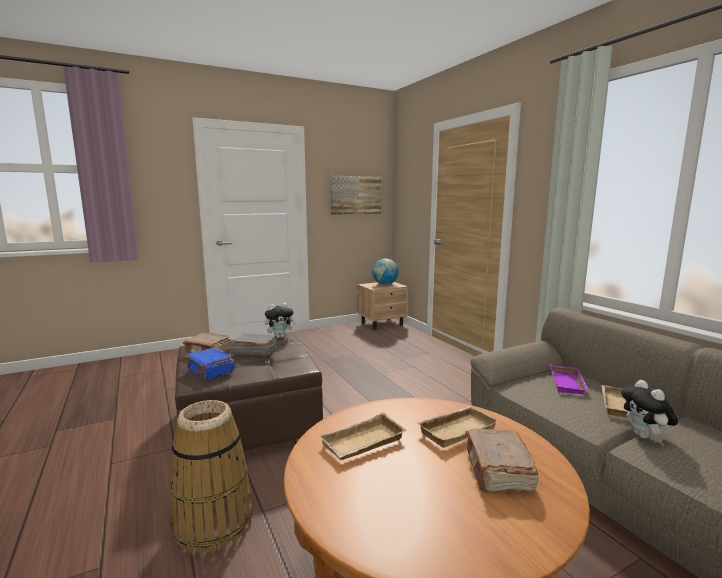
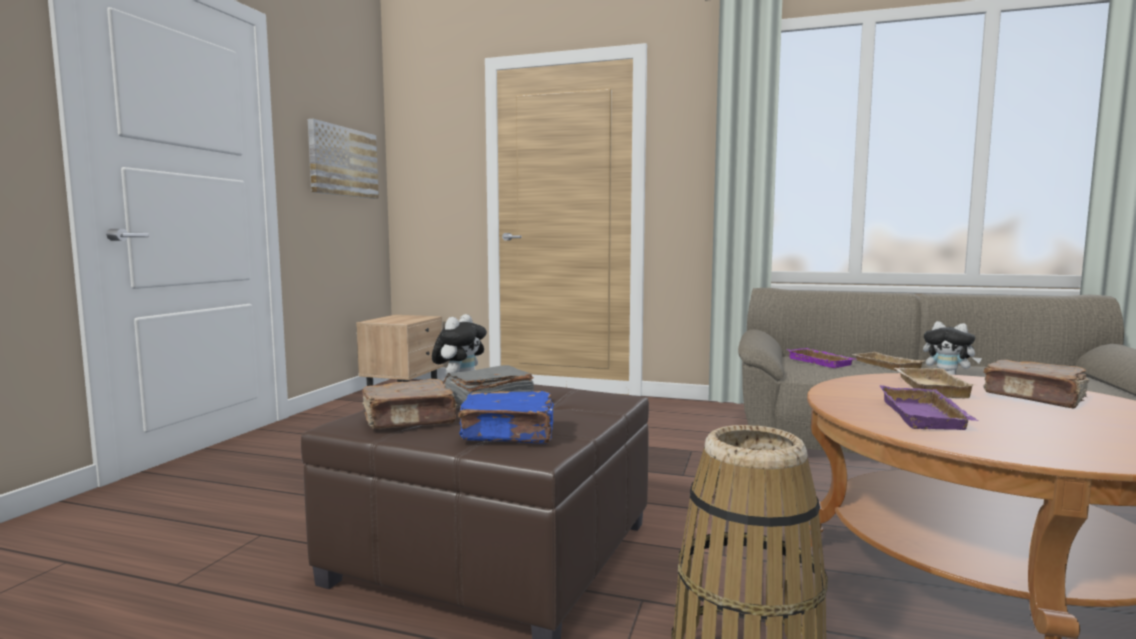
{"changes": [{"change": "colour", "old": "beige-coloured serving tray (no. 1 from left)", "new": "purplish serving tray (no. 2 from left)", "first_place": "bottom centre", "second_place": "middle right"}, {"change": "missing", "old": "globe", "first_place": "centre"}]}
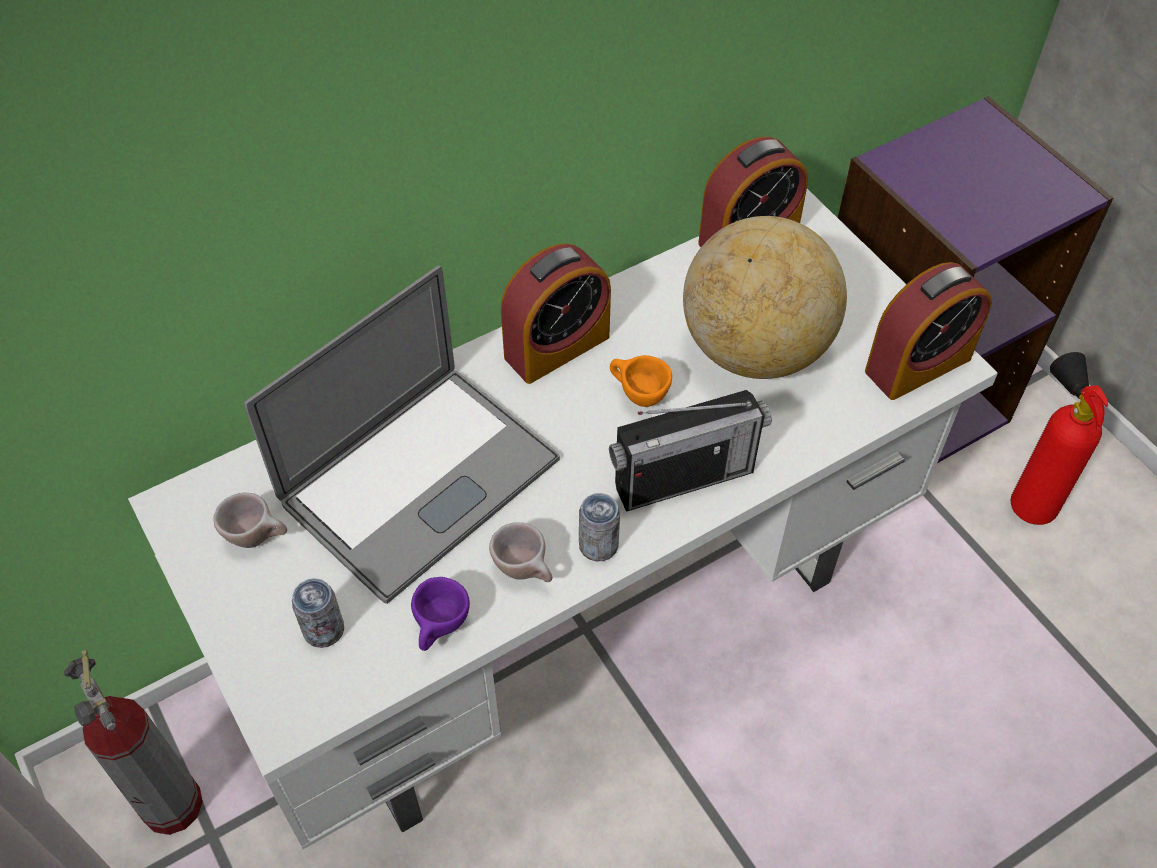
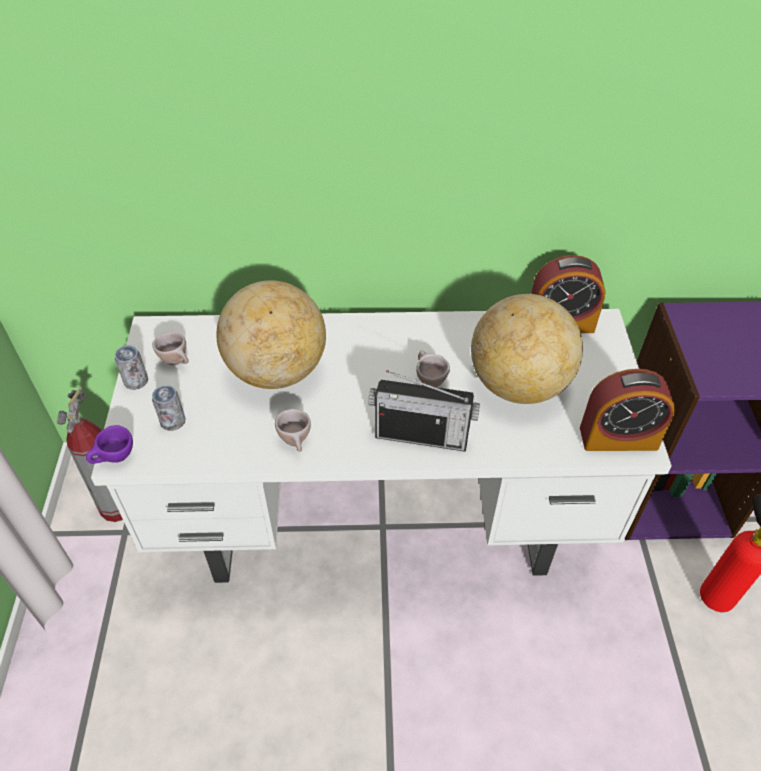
{"changes": [{"change": "relocated", "old": "purplish drinking cup", "first_place": "bottom centre", "second_place": "middle left"}, {"change": "relocated", "old": "can (no. 2 from left in the first image)", "new": "can (no. 1 from left)", "first_place": "centre", "second_place": "middle left"}, {"change": "exchanged", "old": "portable computer", "new": "globe (no. 1 from left)", "first_place": "centre", "second_place": "centre"}, {"change": "colour", "old": "orangey drinking cup", "new": "beige-coloured drinking cup (no. 3 from left)", "first_place": "centre", "second_place": "centre"}, {"change": "missing", "old": "table clock (no. 1 from left)", "first_place": "centre"}]}
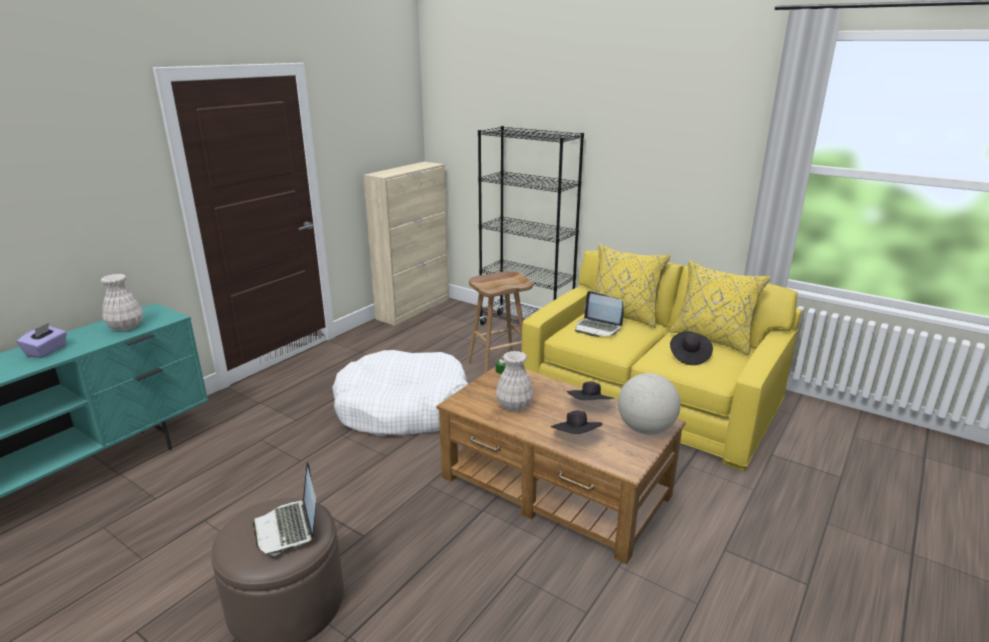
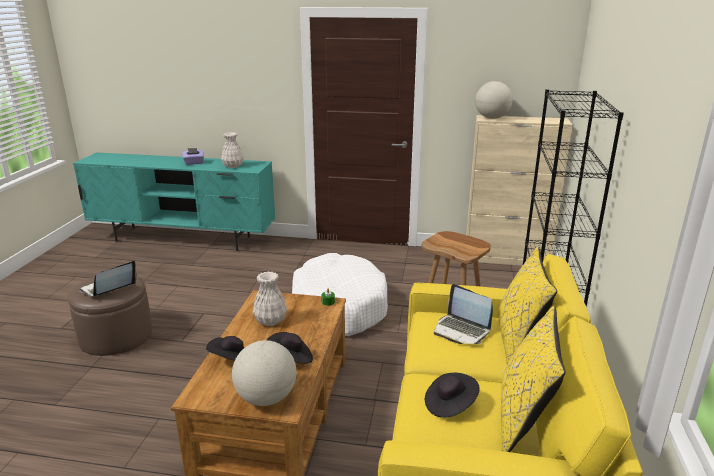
{"changes": [{"change": "spun", "old": "portable computer (no. 2 from left)", "first_place": "centre", "second_place": "centre", "degrees": -60}, {"change": "appeared", "new": "globe (no. 2 from left)", "second_place": "top right"}]}
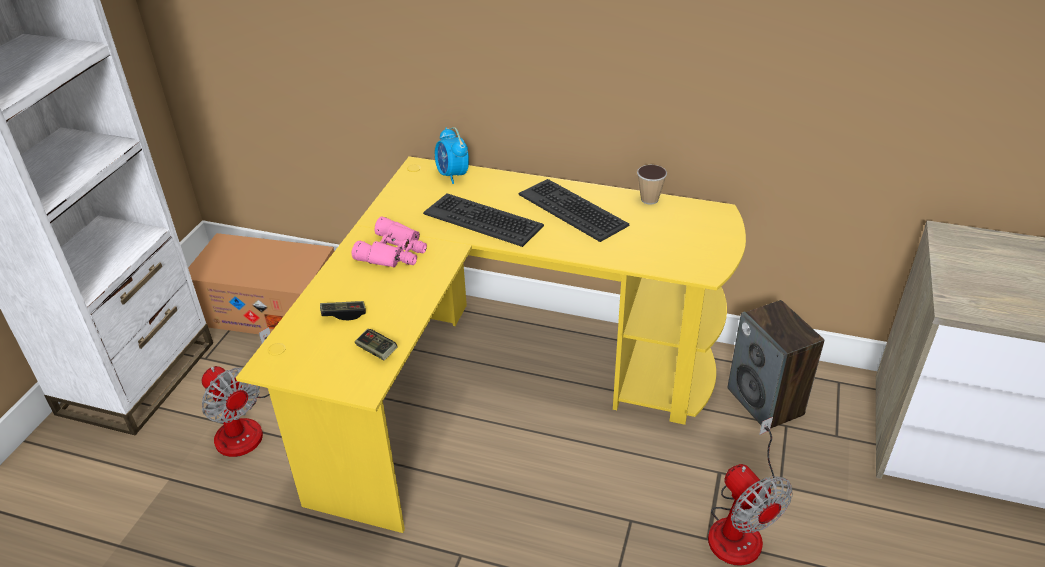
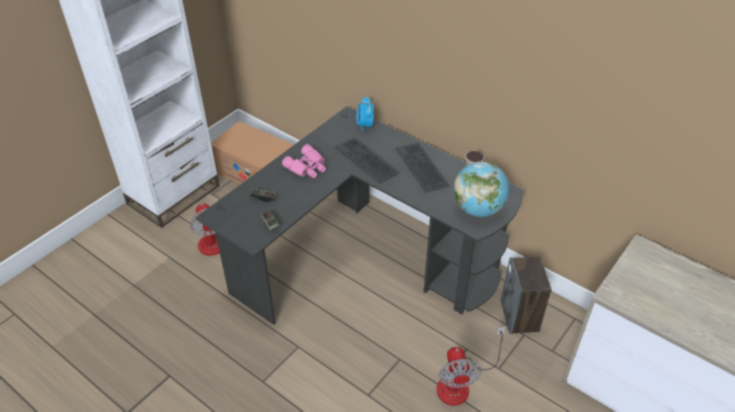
{"changes": [{"change": "colour", "old": "yellowish desk unit", "new": "black-coloured desk unit", "first_place": "centre", "second_place": "centre"}, {"change": "appeared", "new": "globe", "second_place": "centre"}]}
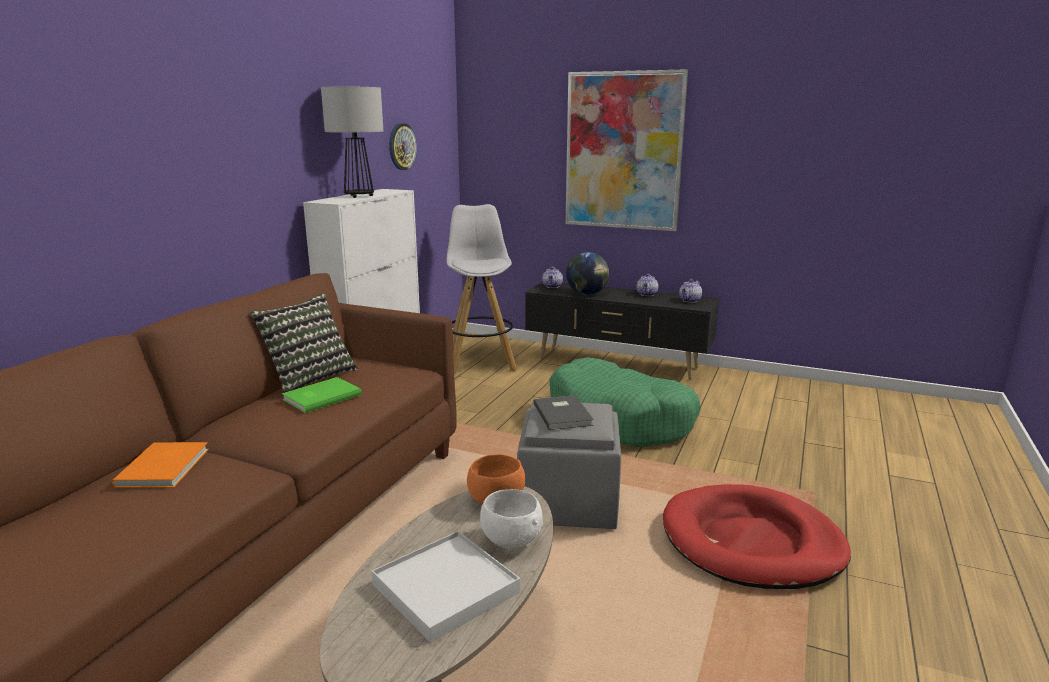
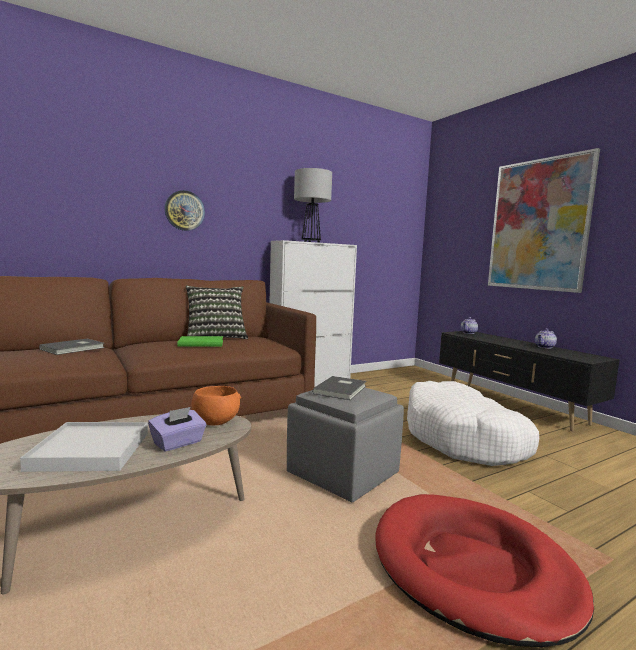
{"changes": [{"change": "colour", "old": "orangey book", "new": "greyish book (no. 1 from left)", "first_place": "bottom left", "second_place": "middle left"}, {"change": "exchanged", "old": "whitish serving bowl", "new": "purplish tissue box", "first_place": "bottom centre", "second_place": "middle left"}, {"change": "relocated", "old": "hanging clock", "first_place": "top centre", "second_place": "top left"}, {"change": "colour", "old": "green-coloured pet bed", "new": "whitish pet bed", "first_place": "centre", "second_place": "middle right"}, {"change": "missing", "old": "whitish stool seat", "first_place": "centre"}, {"change": "missing", "old": "globe", "first_place": "centre"}, {"change": "missing", "old": "teapot (no. 3 from left)", "first_place": "centre"}]}
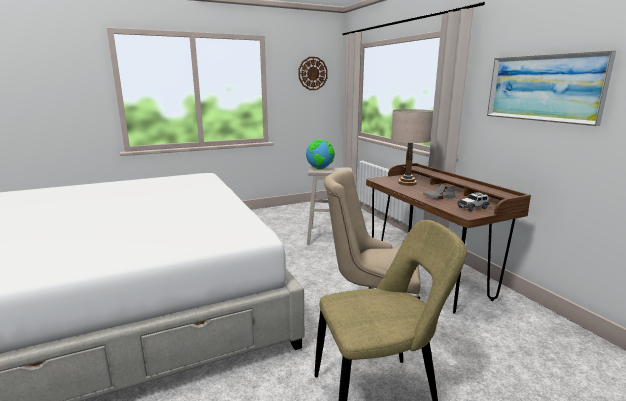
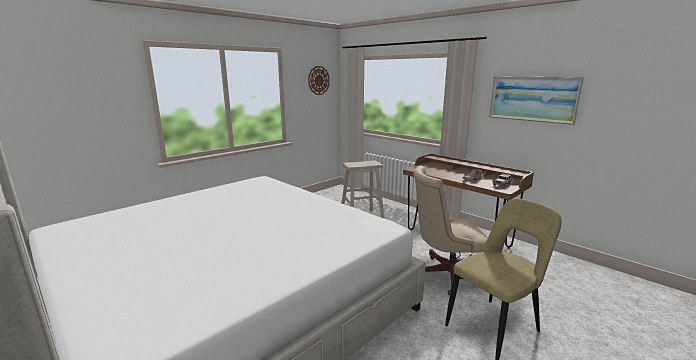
{"changes": [{"change": "missing", "old": "globe", "first_place": "centre"}, {"change": "missing", "old": "beige-coloured tabletop lamp", "first_place": "centre"}]}
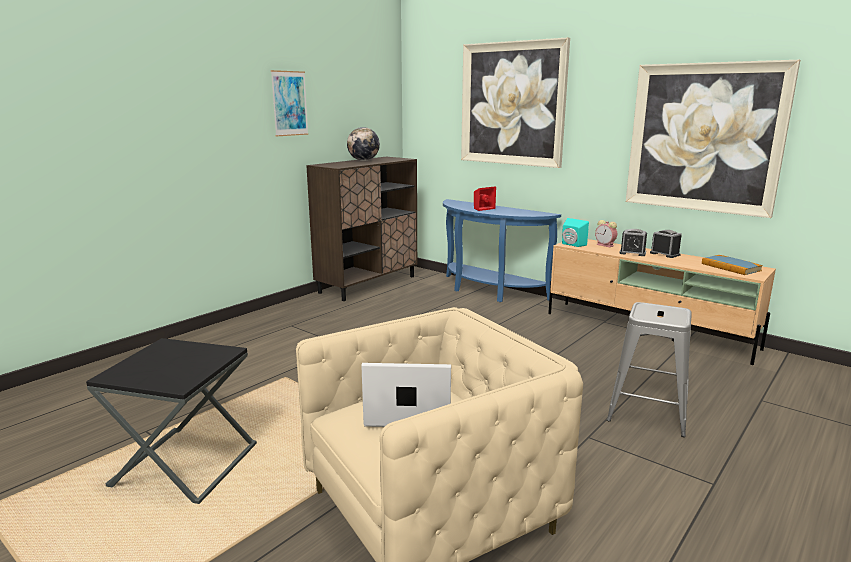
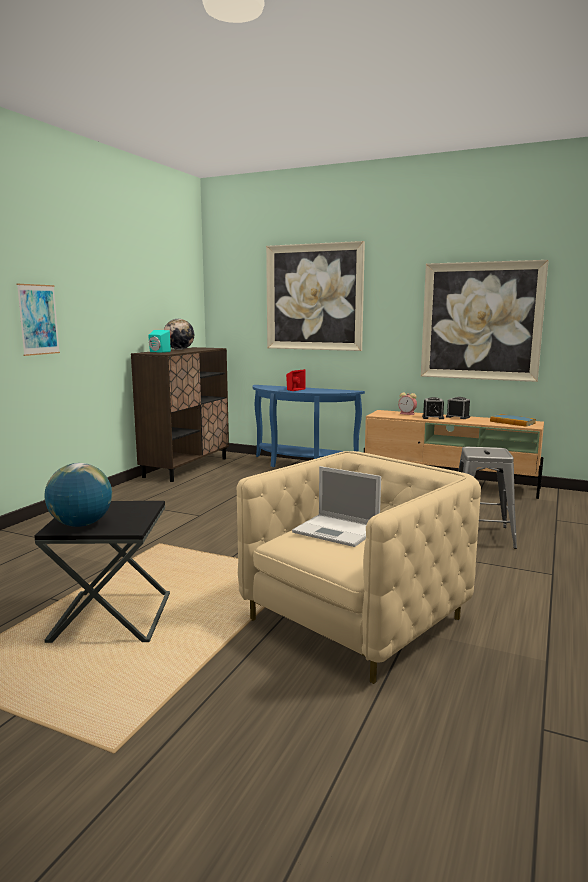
{"changes": [{"change": "relocated", "old": "picture (no. 1 from left)", "first_place": "top centre", "second_place": "middle left"}, {"change": "appeared", "new": "globe (no. 1 from left)", "second_place": "middle left"}, {"change": "relocated", "old": "turquoise-coloured speaker", "first_place": "middle right", "second_place": "middle left"}, {"change": "spun", "old": "portable computer", "first_place": "bottom centre", "second_place": "centre", "degrees": -135}]}
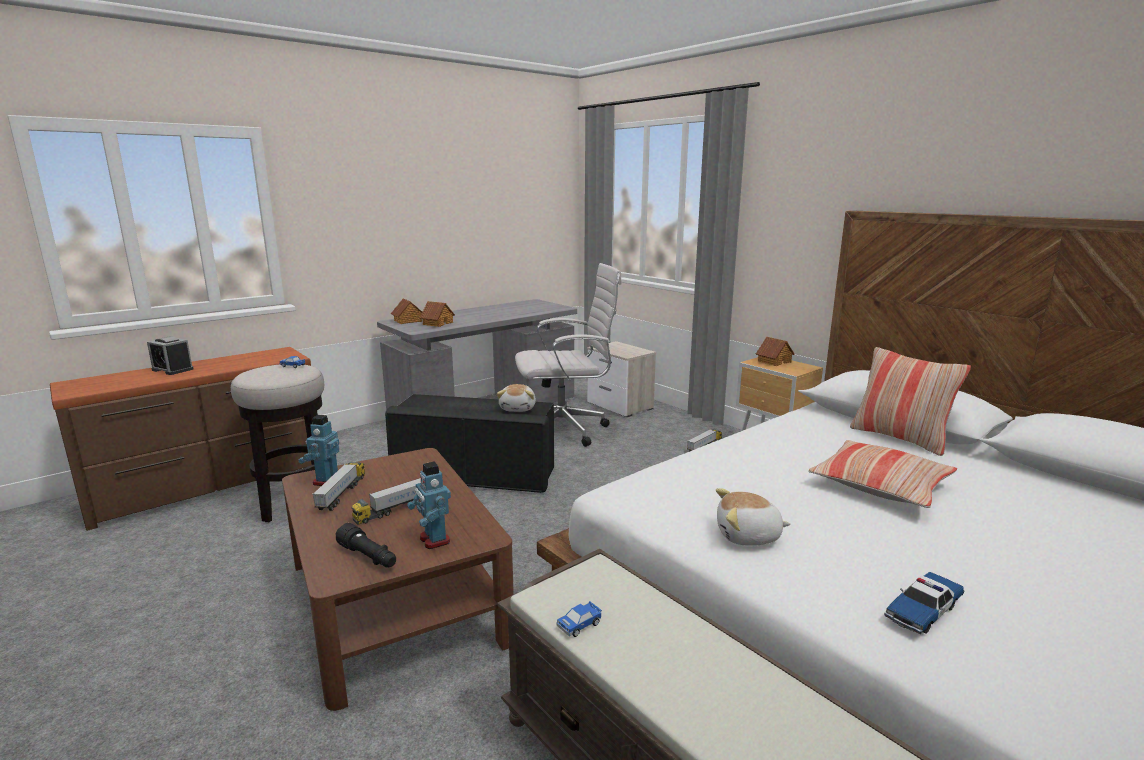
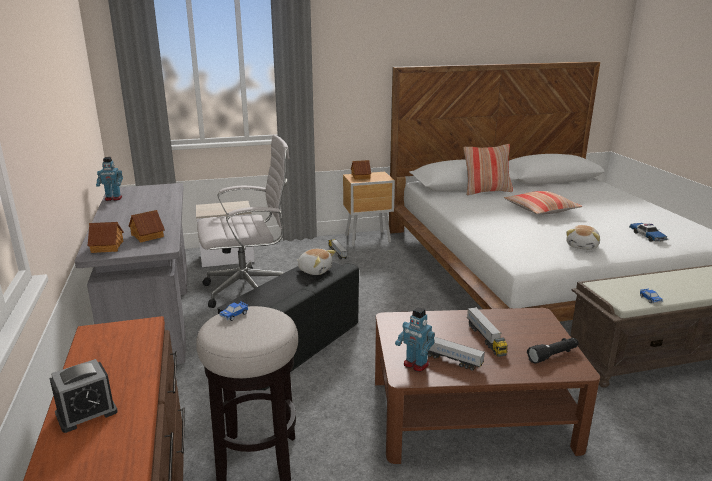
{"changes": [{"change": "relocated", "old": "robot figure (no. 2 from left in the first image)", "new": "robot figure (no. 1 from left)", "first_place": "centre", "second_place": "middle left"}, {"change": "spun", "old": "whitish office chair", "first_place": "centre", "second_place": "centre", "degrees": 60}]}
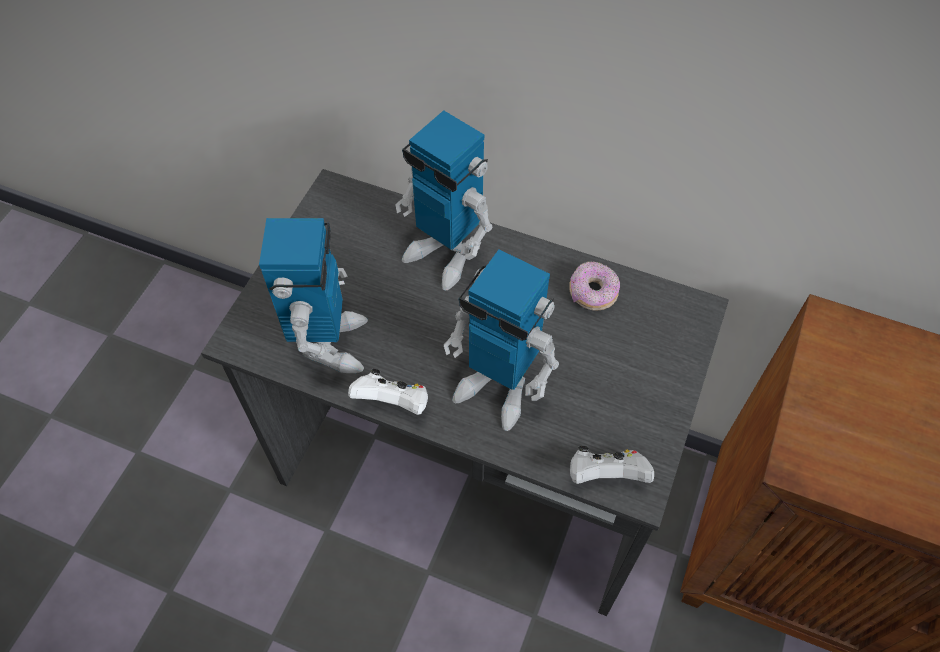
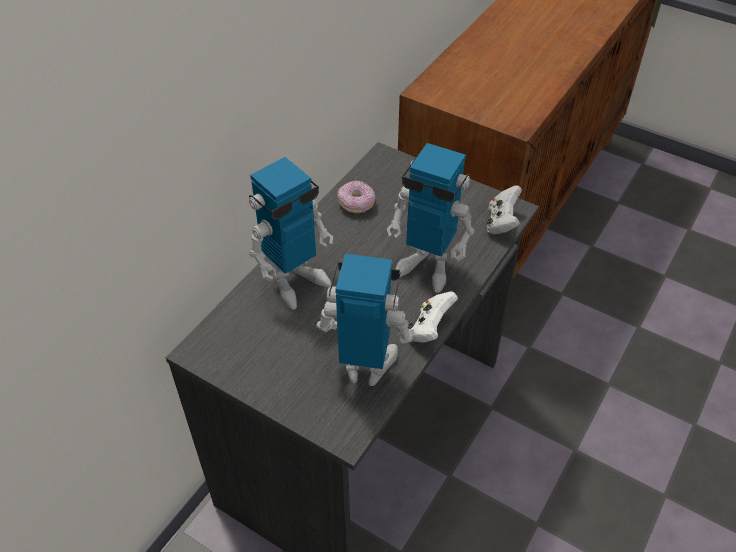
{"changes": [{"change": "spun", "old": "robot figure (no. 3 from left)", "first_place": "centre", "second_place": "centre", "degrees": 75}]}
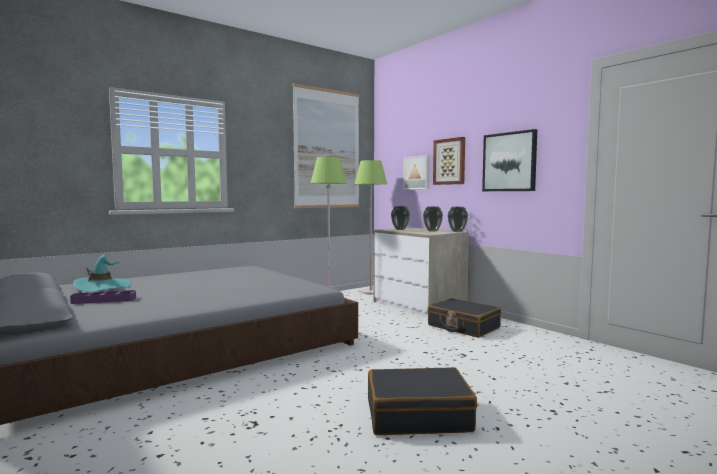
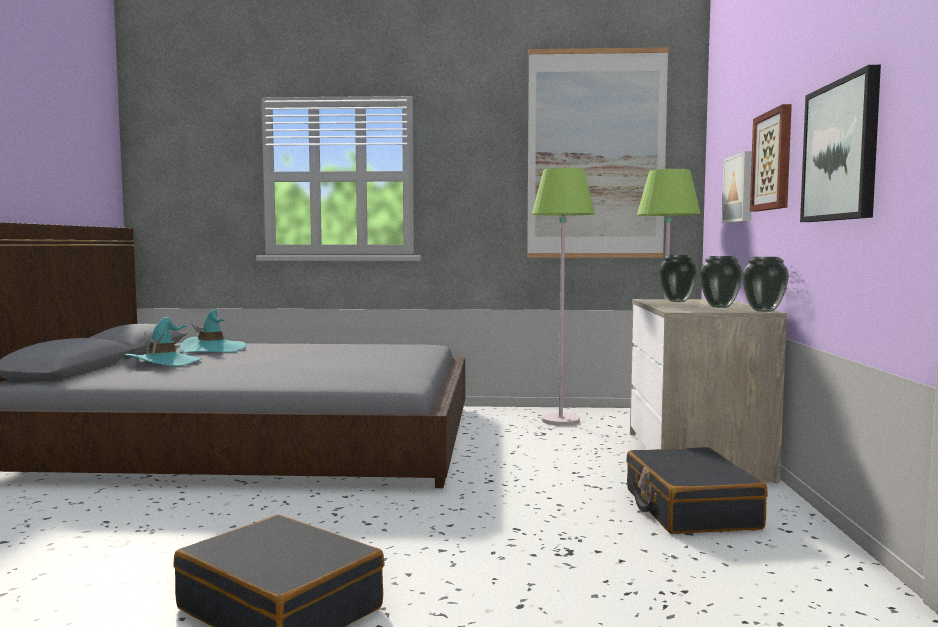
{"changes": [{"change": "exchanged", "old": "purplish serving tray", "new": "turquoise-coloured clothing hat (no. 1 from left)", "first_place": "middle left", "second_place": "middle left"}]}
